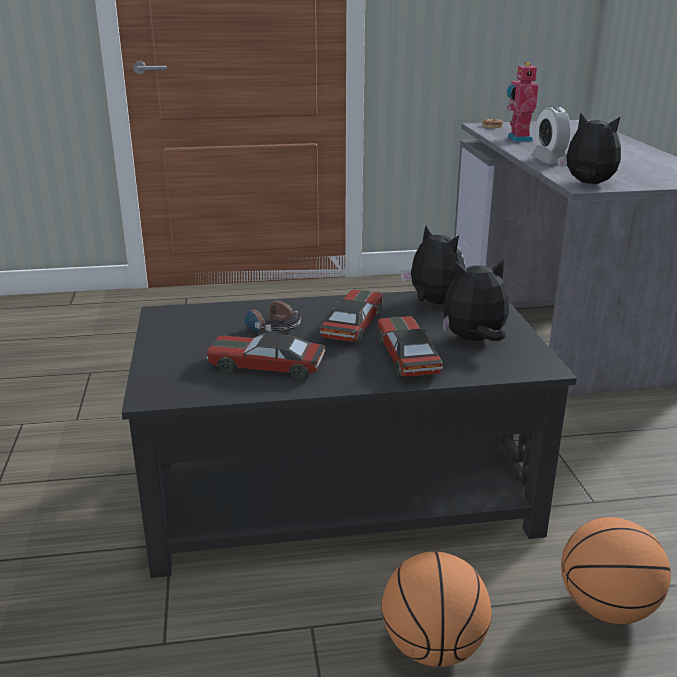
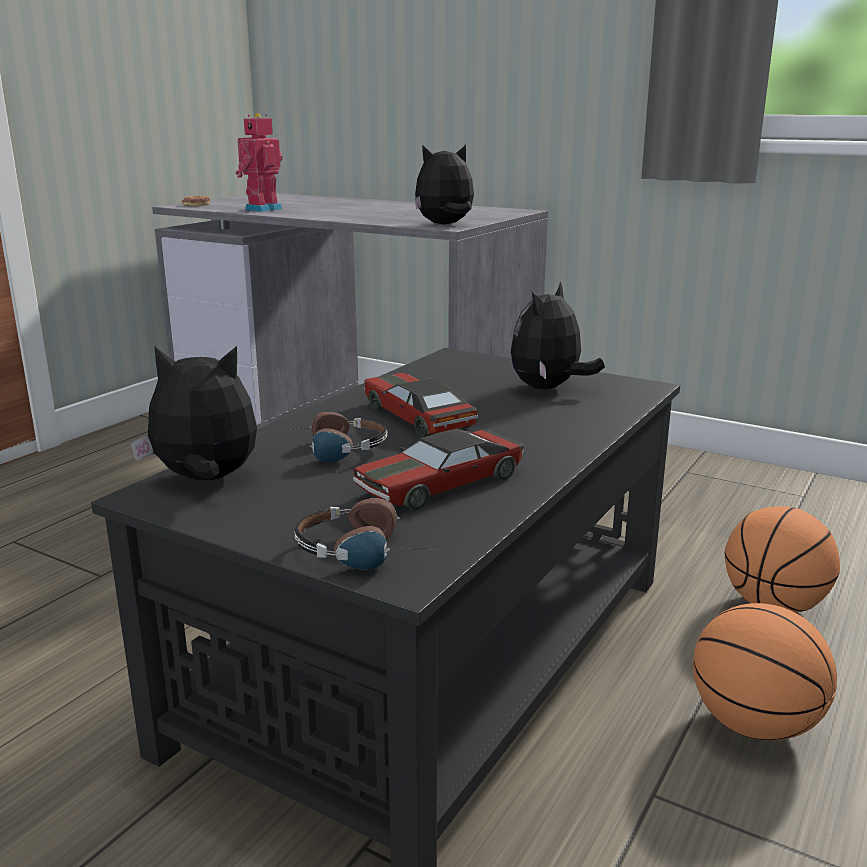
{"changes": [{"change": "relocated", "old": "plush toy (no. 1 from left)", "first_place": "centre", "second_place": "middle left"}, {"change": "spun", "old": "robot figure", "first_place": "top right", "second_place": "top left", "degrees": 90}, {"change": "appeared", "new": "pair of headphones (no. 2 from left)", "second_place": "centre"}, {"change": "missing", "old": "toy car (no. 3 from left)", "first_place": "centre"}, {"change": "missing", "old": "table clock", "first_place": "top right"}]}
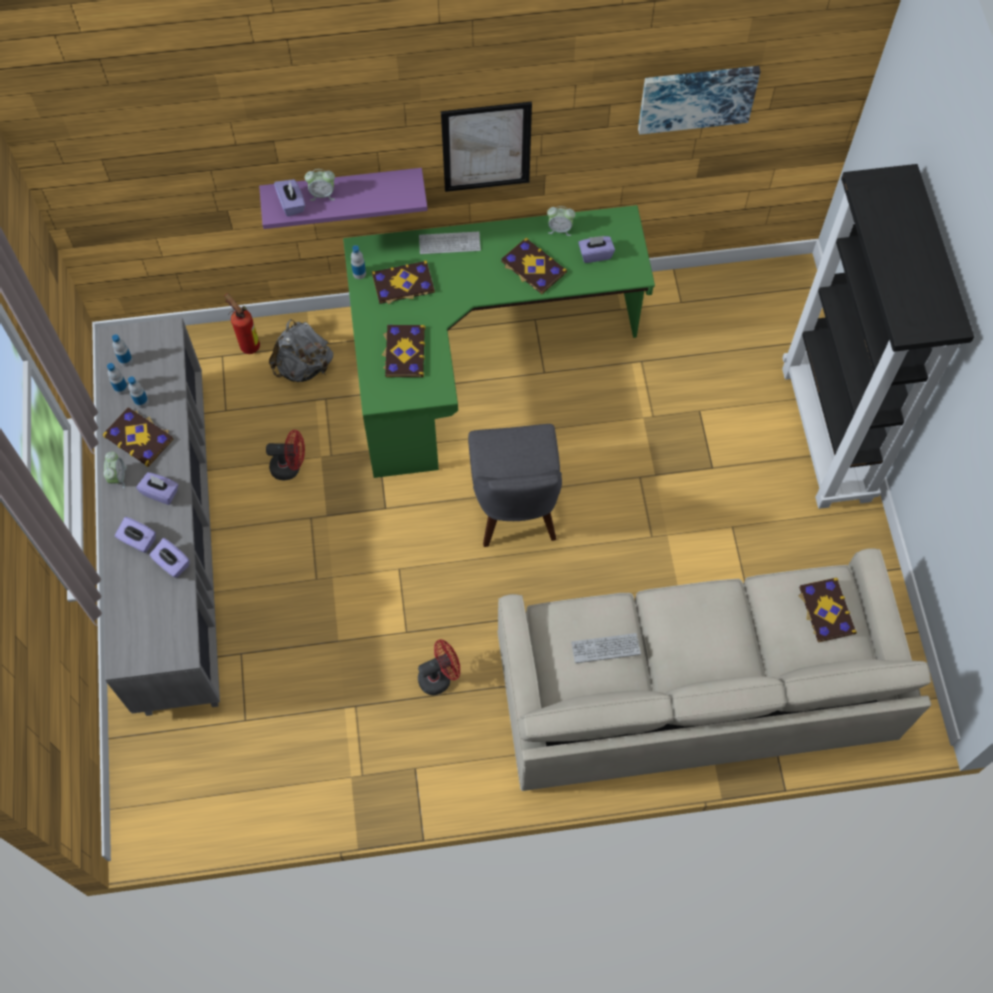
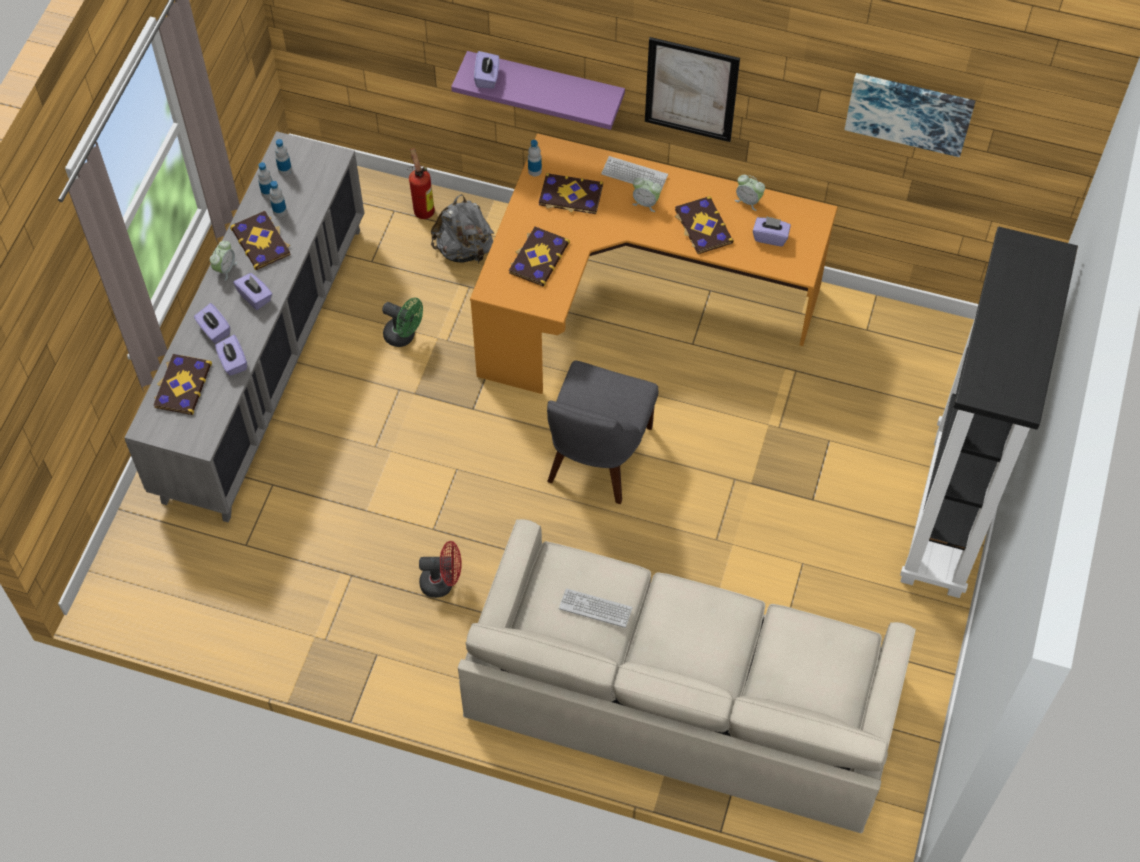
{"changes": [{"change": "relocated", "old": "book (no. 5 from left in the first image)", "new": "book (no. 1 from left)", "first_place": "middle right", "second_place": "middle left"}, {"change": "colour", "old": "red cooling fan (no. 1 from left)", "new": "green-coloured cooling fan", "first_place": "middle left", "second_place": "centre"}, {"change": "colour", "old": "green-coloured desk unit", "new": "orangey desk unit", "first_place": "centre", "second_place": "top centre"}, {"change": "relocated", "old": "table clock (no. 2 from left)", "first_place": "top left", "second_place": "top centre"}]}
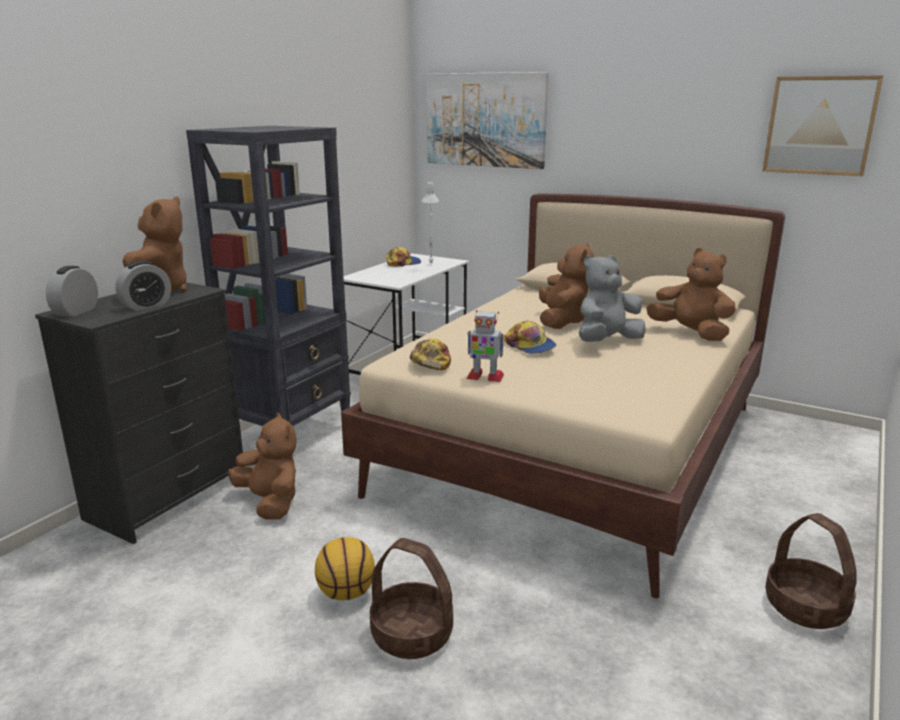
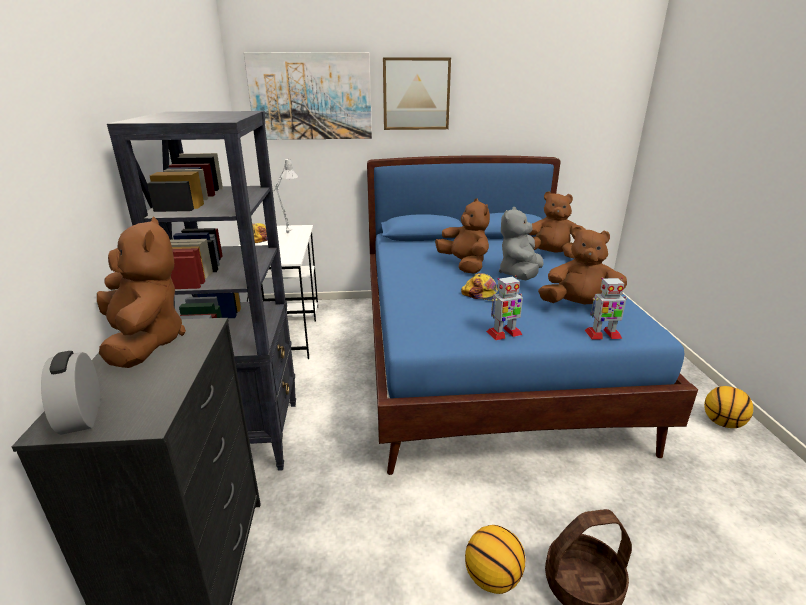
{"changes": [{"change": "colour", "old": "beige-coloured sleeping bed", "new": "blue sleeping bed", "first_place": "centre", "second_place": "centre"}, {"change": "relocated", "old": "picture (no. 2 from left)", "first_place": "top right", "second_place": "top centre"}, {"change": "relocated", "old": "brownish plush toy (no. 2 from left in the first image)", "new": "brownish plush toy (no. 4 from left)", "first_place": "middle left", "second_place": "middle right"}, {"change": "appeared", "new": "robot figure (no. 2 from left)", "second_place": "middle right"}, {"change": "exchanged", "old": "storage basket (no. 2 from left)", "new": "basketball ball (no. 2 from left)", "first_place": "bottom right", "second_place": "bottom right"}, {"change": "missing", "old": "table clock (no. 2 from left)", "first_place": "middle left"}, {"change": "missing", "old": "peaked cap (no. 2 from left)", "first_place": "centre"}]}
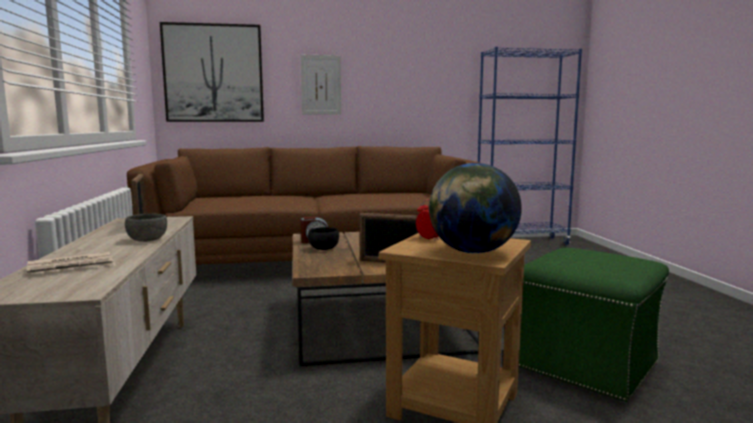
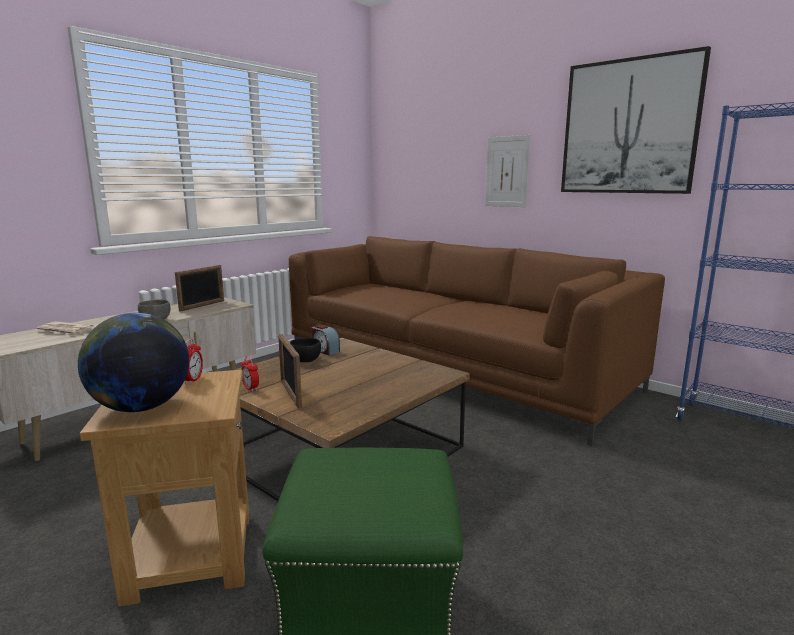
{"changes": [{"change": "appeared", "new": "table clock (no. 2 from left)", "second_place": "middle left"}, {"change": "relocated", "old": "picture (no. 1 from left in the first image)", "new": "picture (no. 2 from left)", "first_place": "top left", "second_place": "top right"}]}
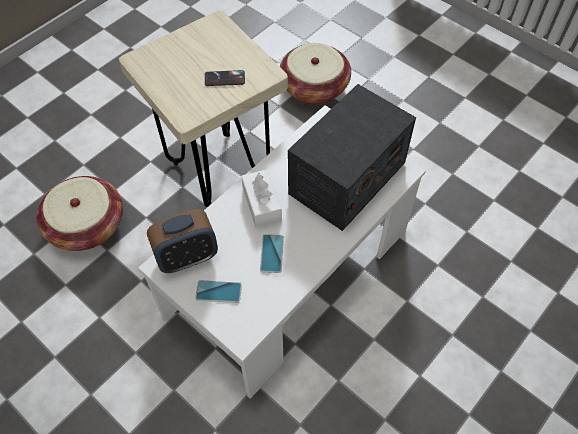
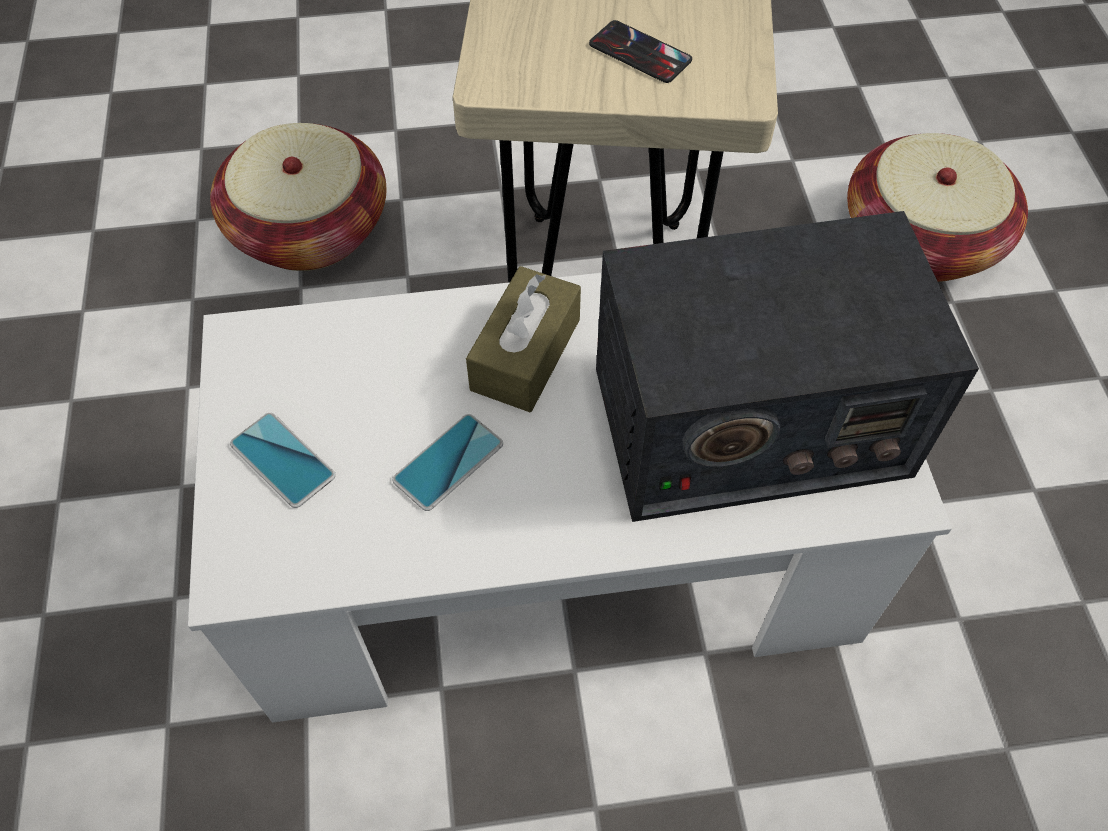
{"changes": [{"change": "colour", "old": "whitish tissue box", "new": "brownish tissue box", "first_place": "centre", "second_place": "centre"}, {"change": "missing", "old": "table clock", "first_place": "middle left"}]}
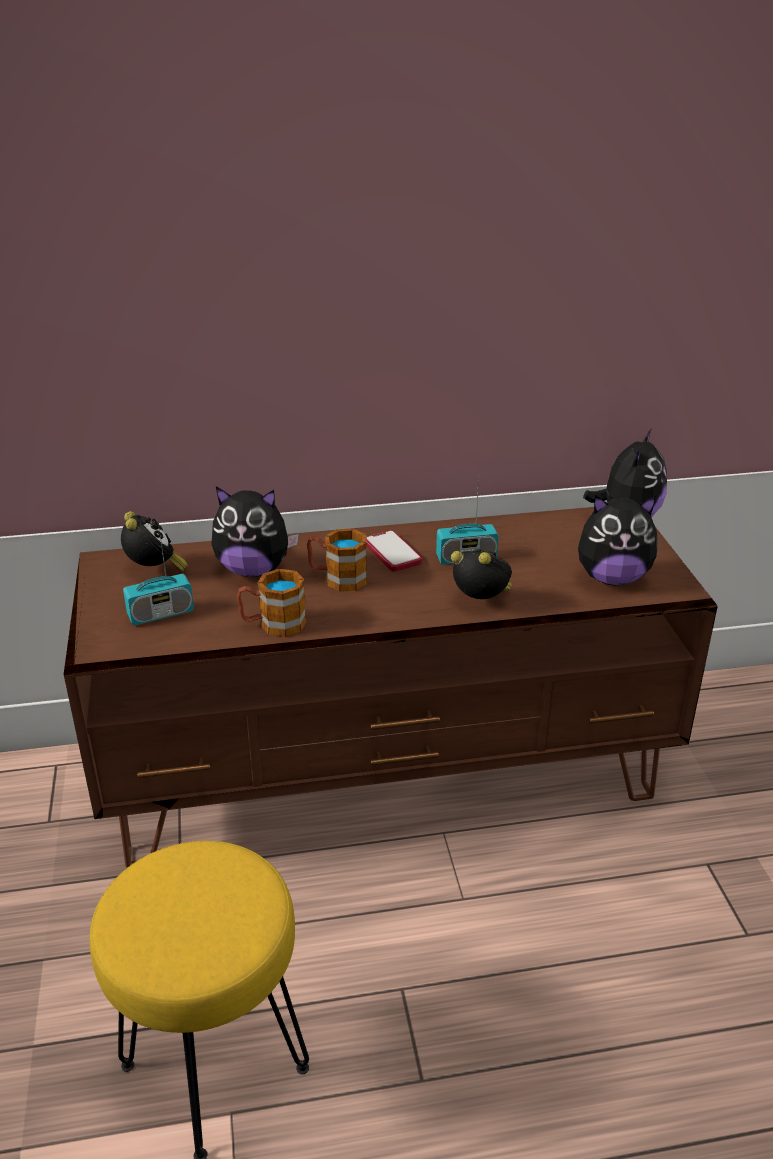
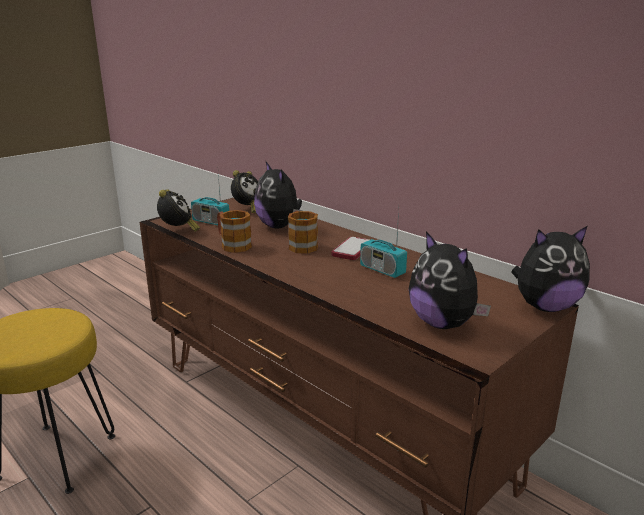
{"changes": [{"change": "relocated", "old": "table clock (no. 2 from left in the first image)", "new": "table clock (no. 1 from left)", "first_place": "centre", "second_place": "middle left"}]}
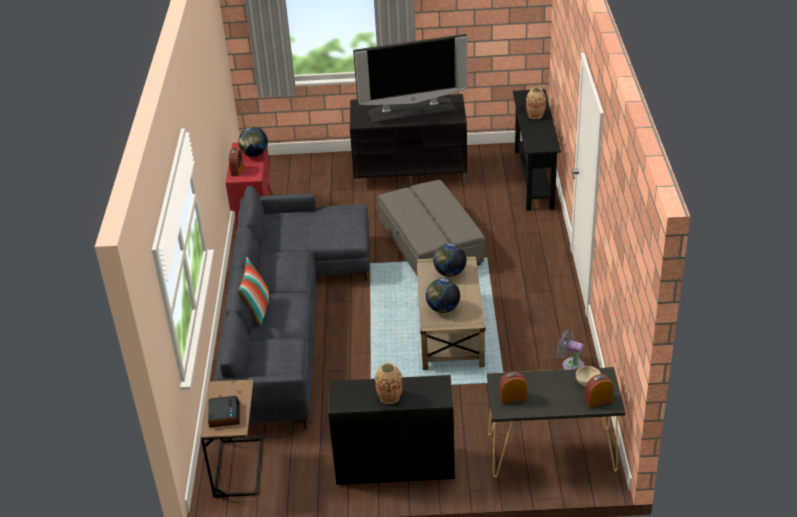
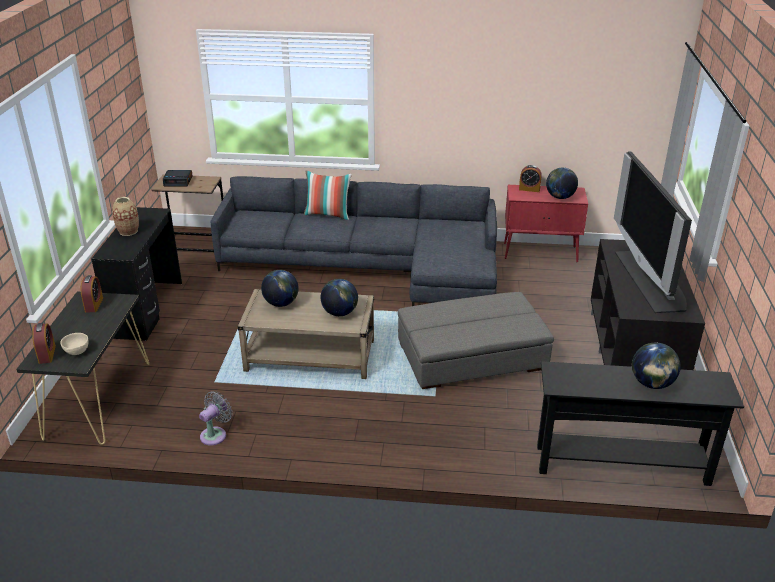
{"changes": [{"change": "exchanged", "old": "flower vase (no. 2 from left)", "new": "globe (no. 4 from left)", "first_place": "top right", "second_place": "middle right"}]}
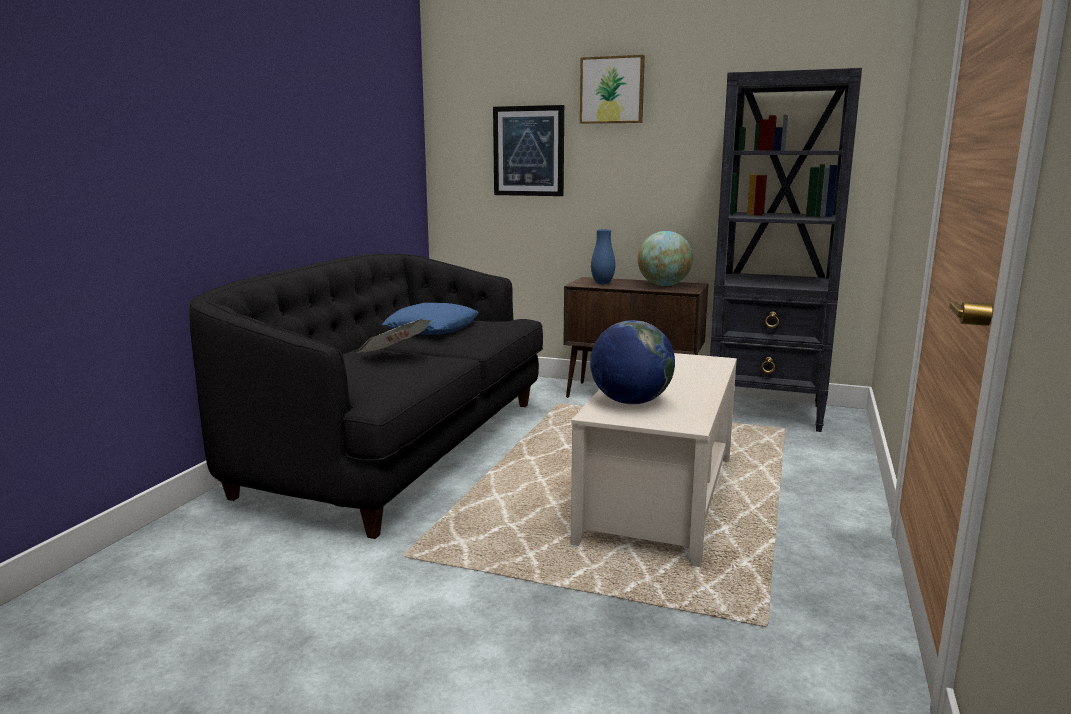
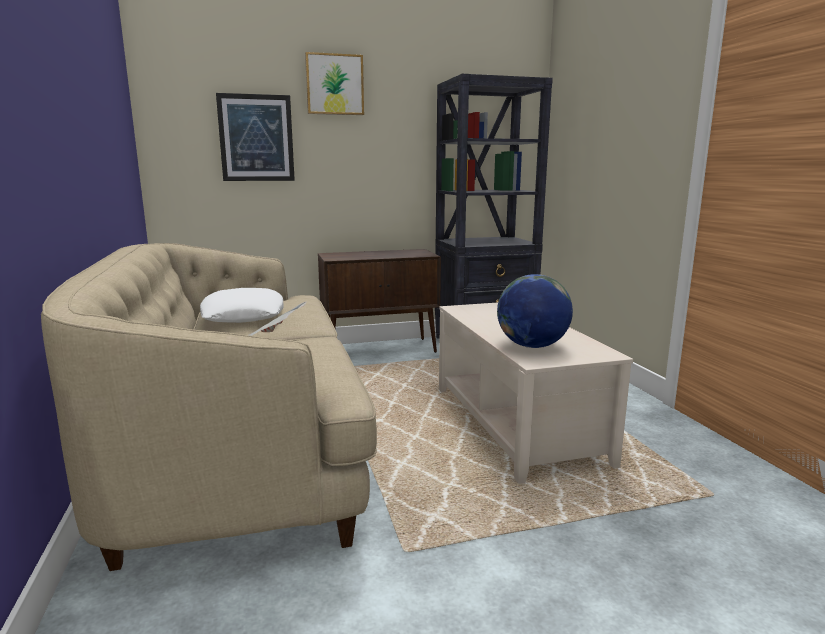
{"changes": [{"change": "colour", "old": "black-coloured sofa", "new": "beige-coloured sofa", "first_place": "centre", "second_place": "middle left"}, {"change": "colour", "old": "blue throw pillow", "new": "whitish throw pillow", "first_place": "centre", "second_place": "middle left"}, {"change": "missing", "old": "blue flower vase", "first_place": "centre"}, {"change": "missing", "old": "globe (no. 2 from left)", "first_place": "centre"}]}
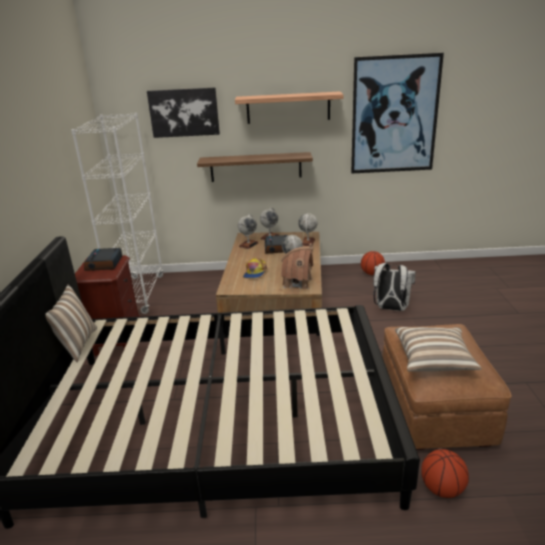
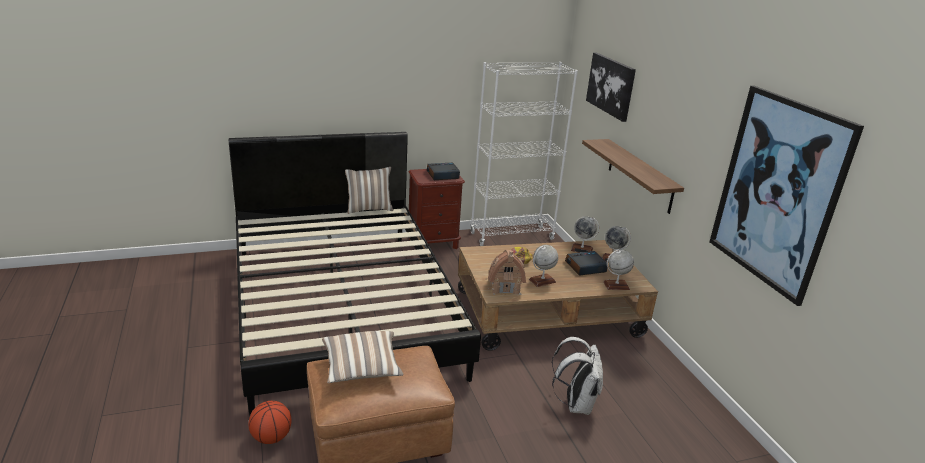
{"changes": [{"change": "missing", "old": "shelf (no. 2 from left)", "first_place": "top centre"}, {"change": "missing", "old": "basketball ball (no. 1 from left)", "first_place": "middle right"}]}
